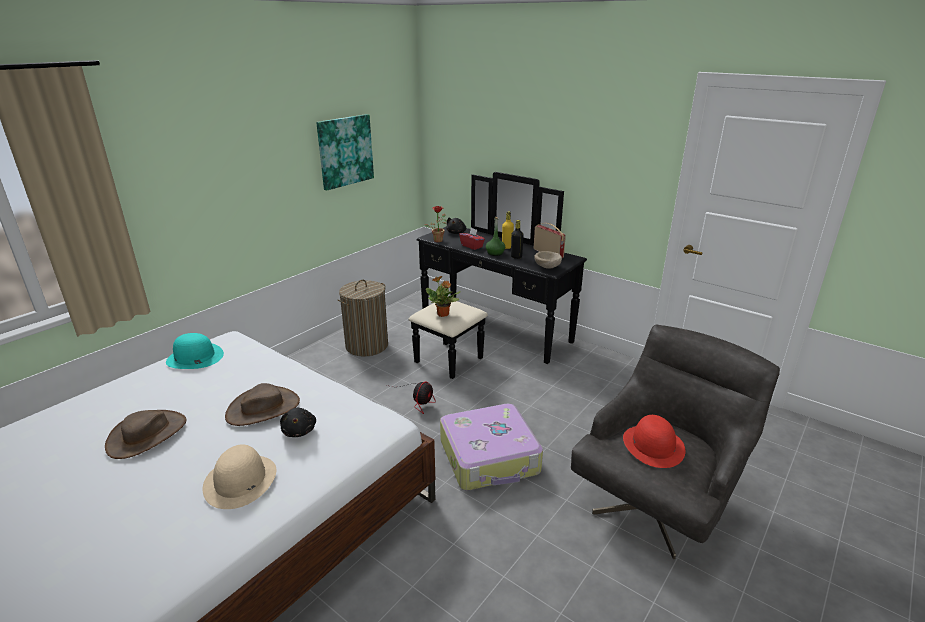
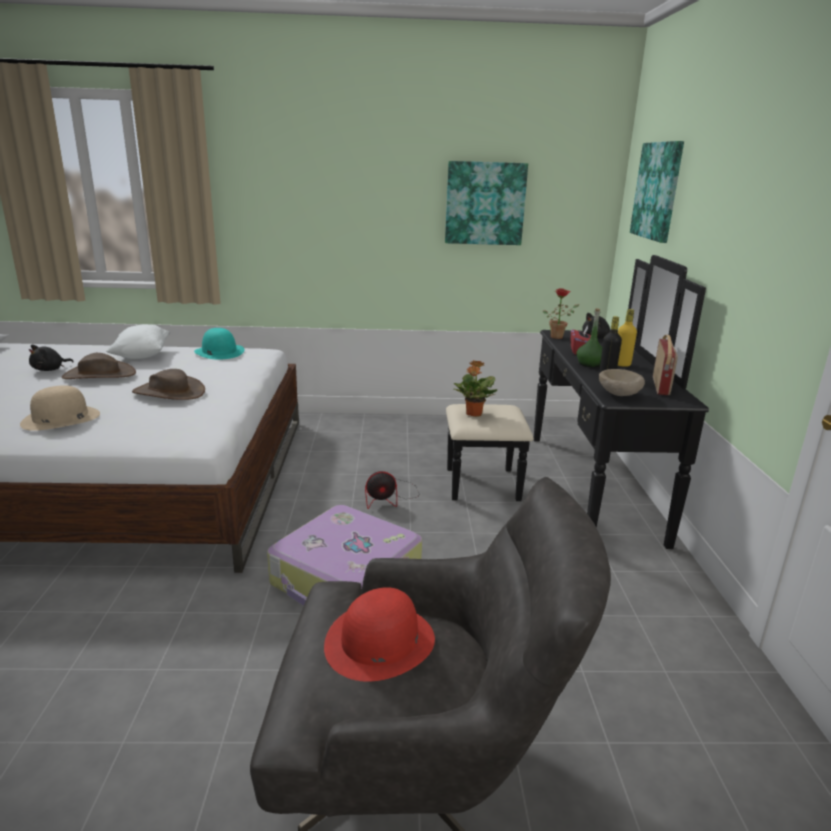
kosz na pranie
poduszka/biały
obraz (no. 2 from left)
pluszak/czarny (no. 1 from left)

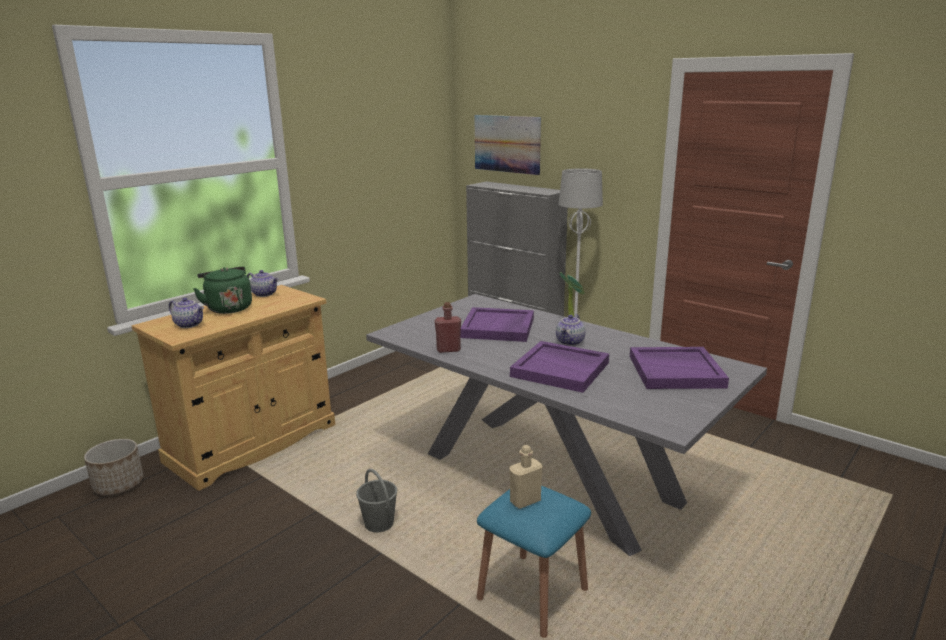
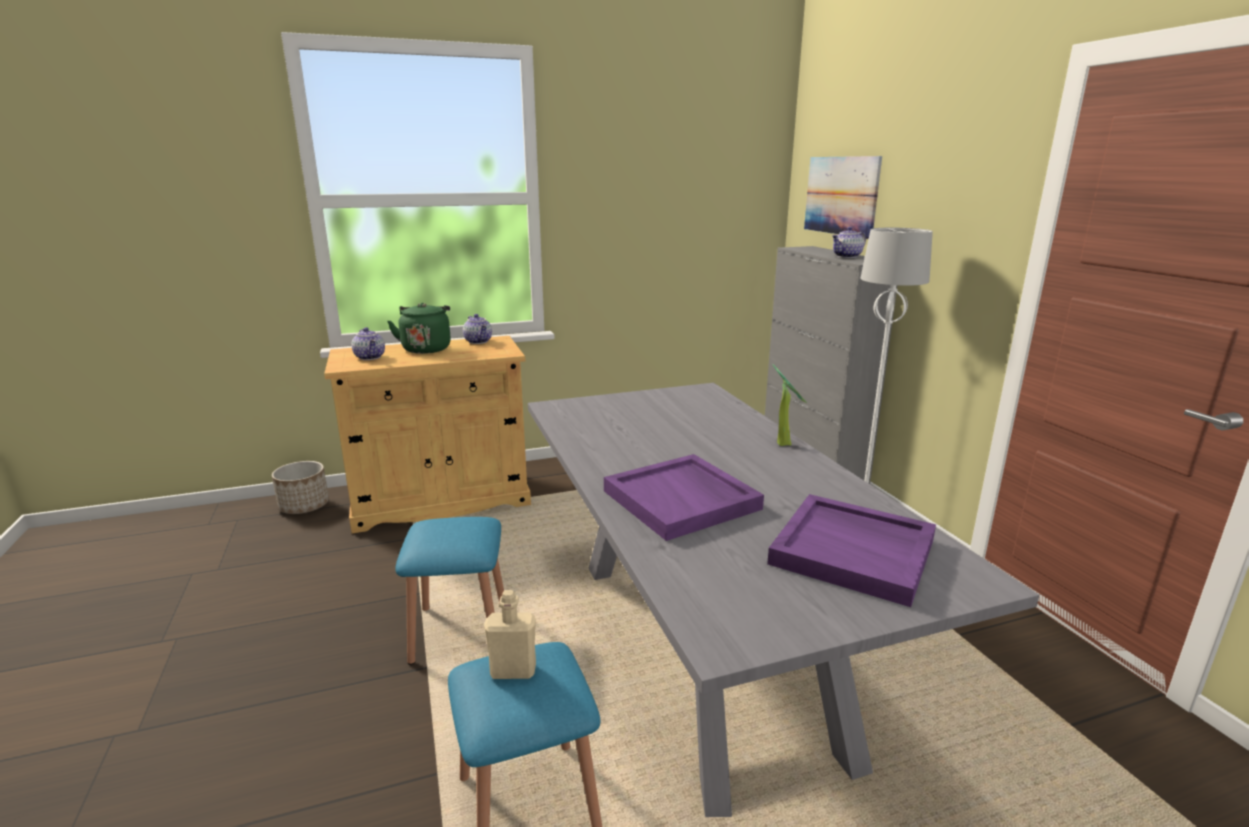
butelka/czerwony
taca/fioletowy (no. 1 from left in the first image)
imbryk (no. 3 from left)
stołek/niebieski (no. 1 from left)

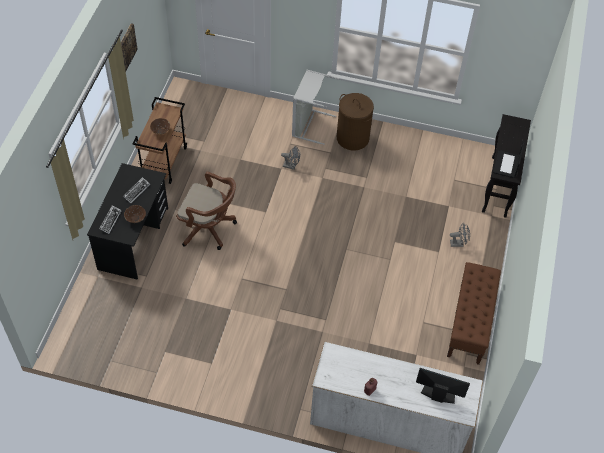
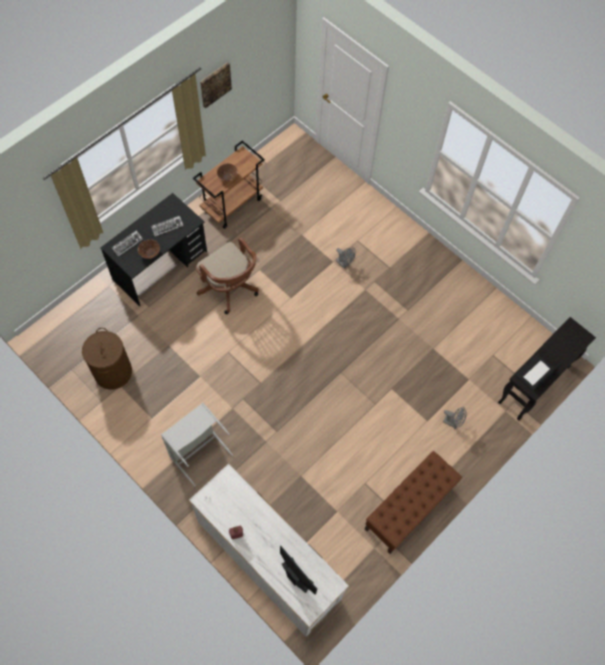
kosz na pranie/szary
kosz na pranie/brązowy

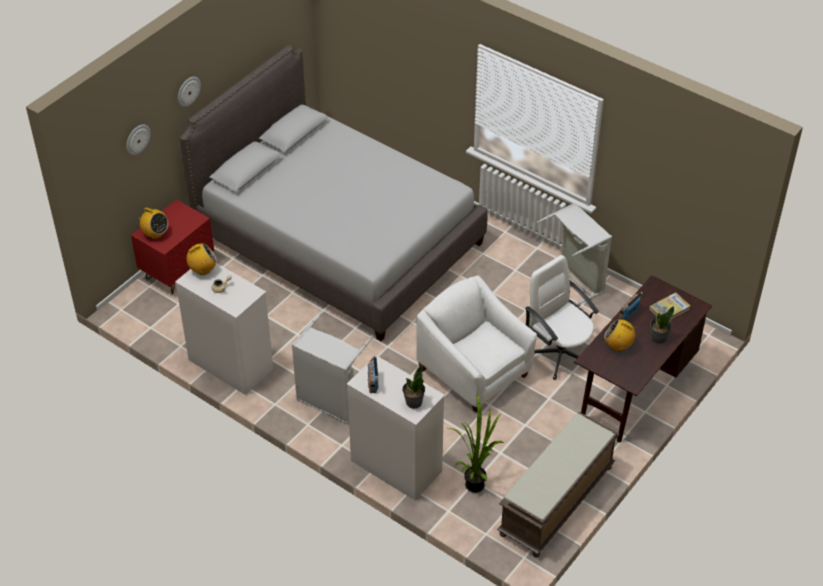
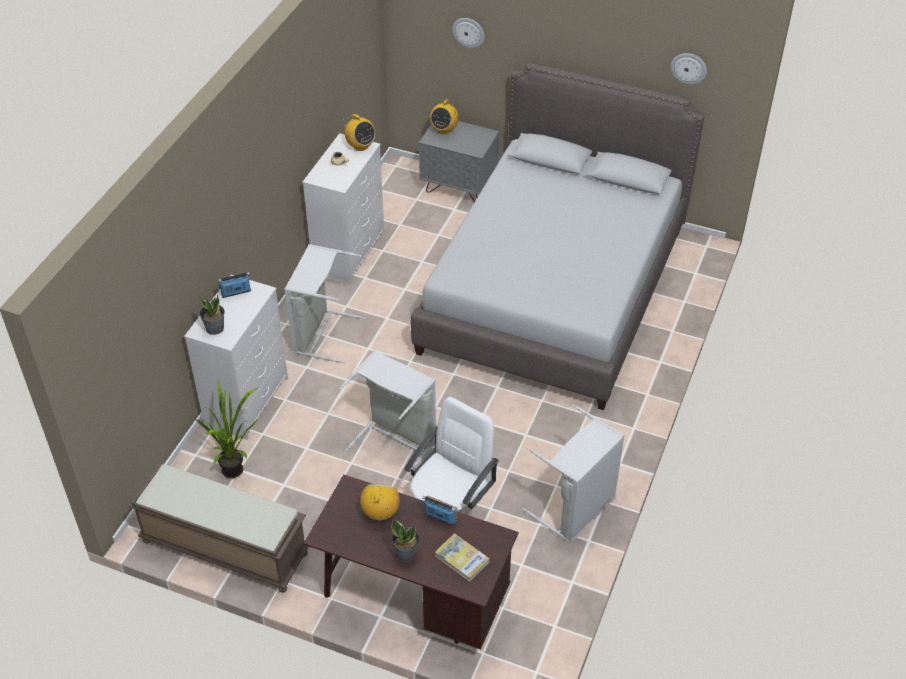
zegar ścienny (no. 2 from left)
kosz na pranie/szary (no. 2 from left)
szafka nocna/szary

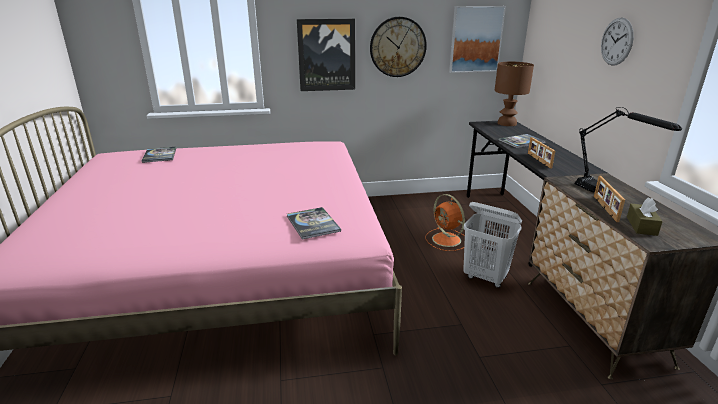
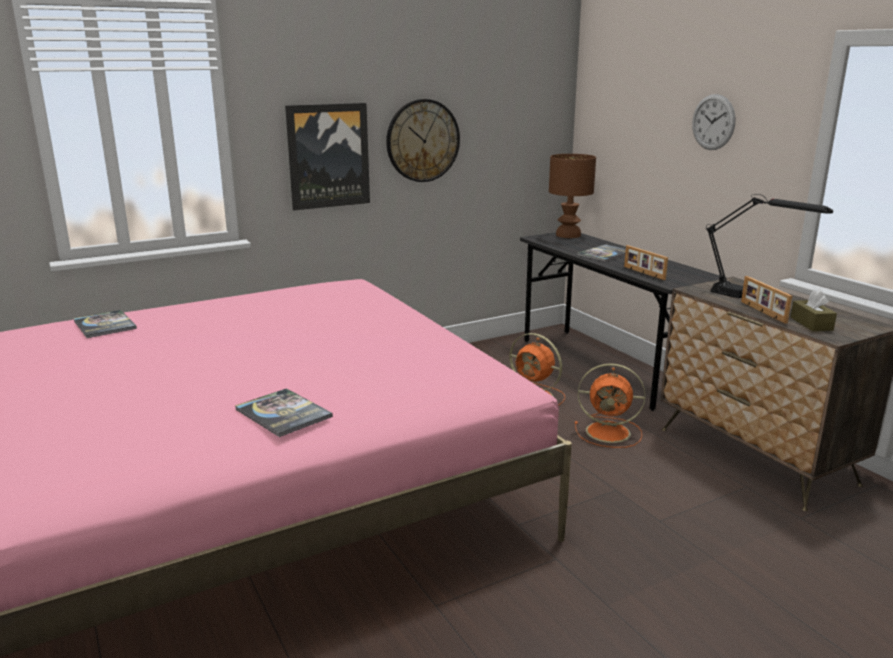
obraz (no. 2 from left in the first image)
książka (no. 2 from left)
wentylator/pomarańczowy (no. 2 from left)

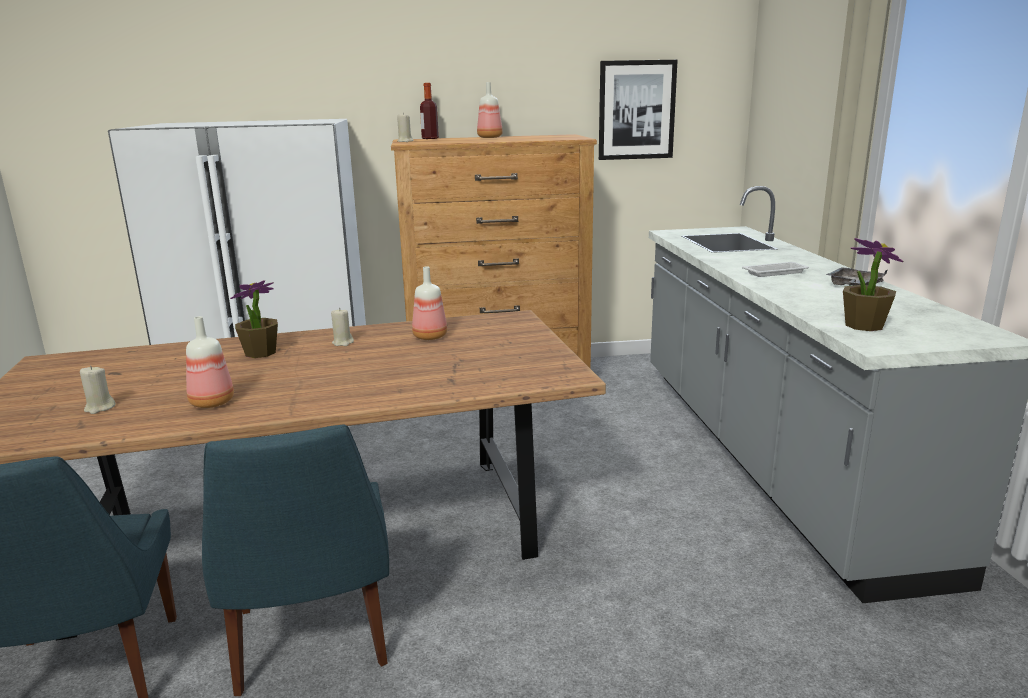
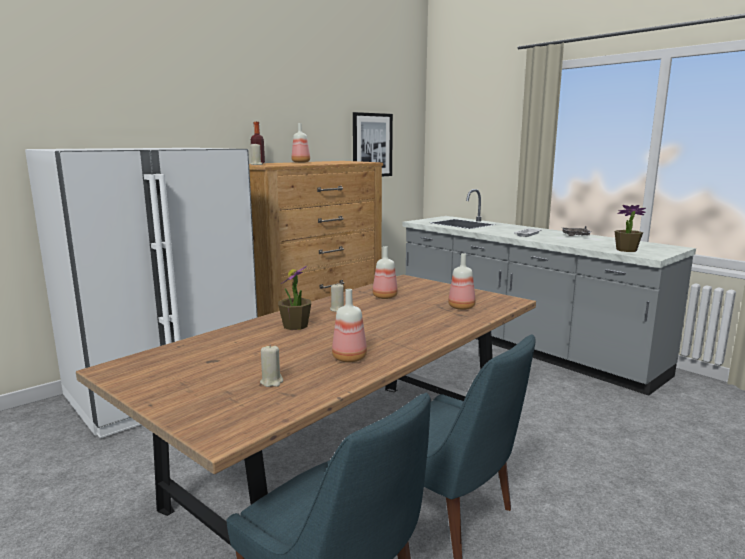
butelka (no. 5 from left)

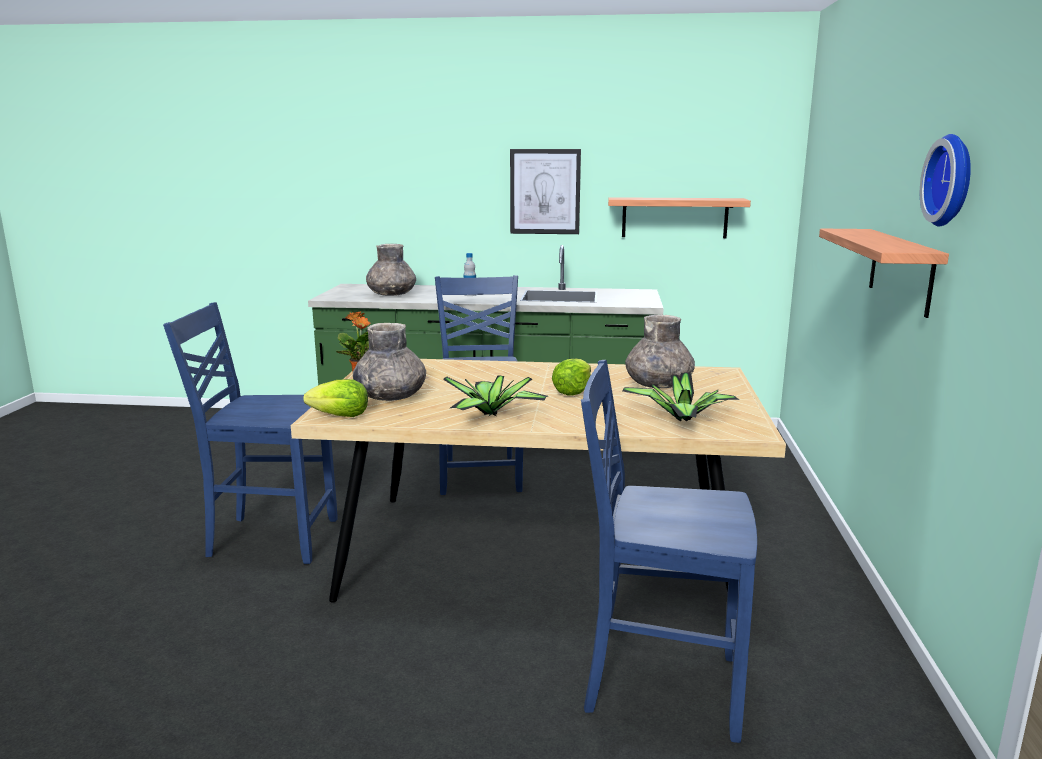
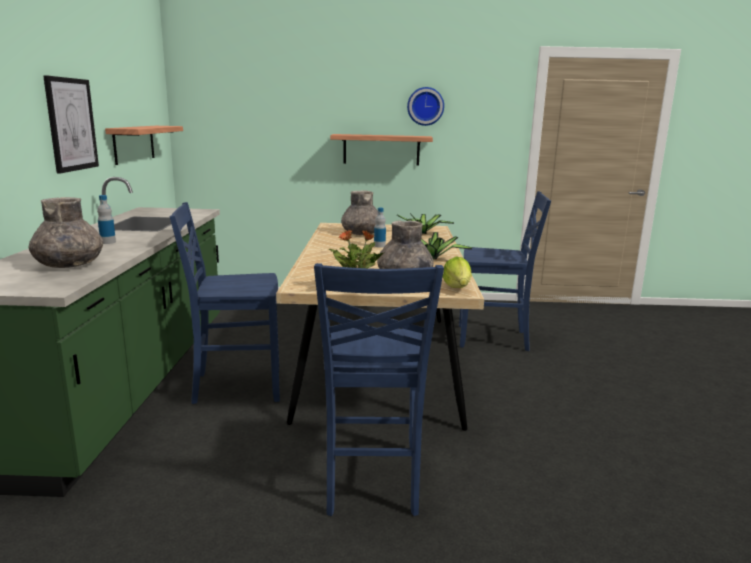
butelka (no. 2 from left)
krzesło/niebieski (no. 3 from left)

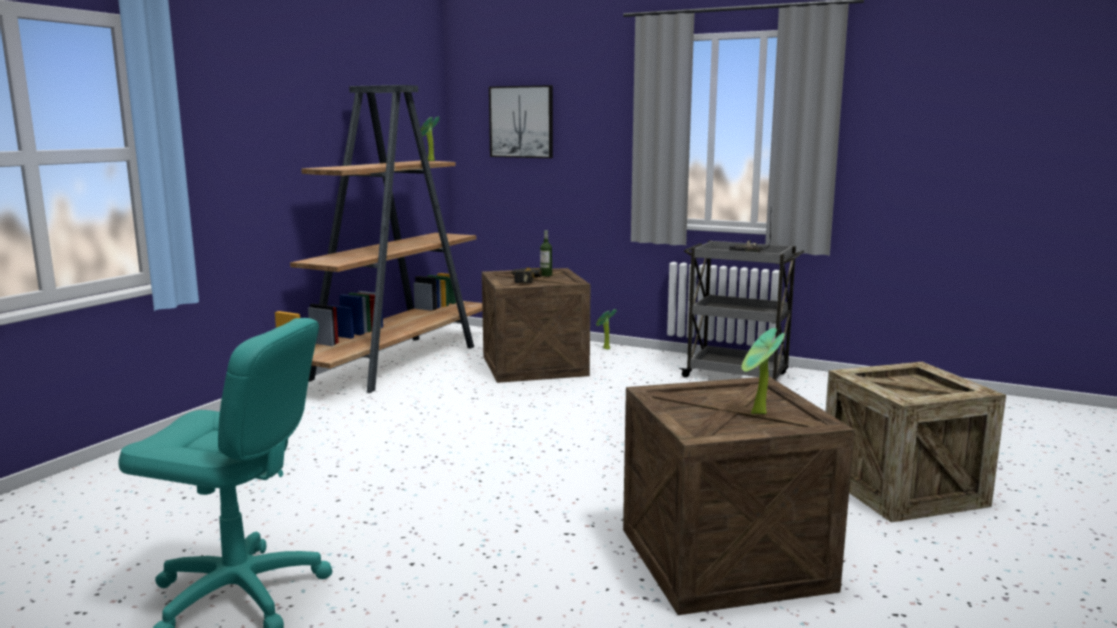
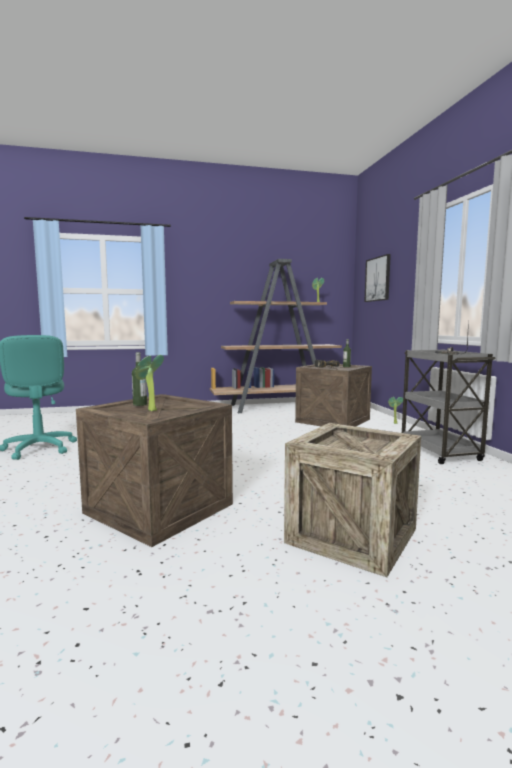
butelka (no. 1 from left)

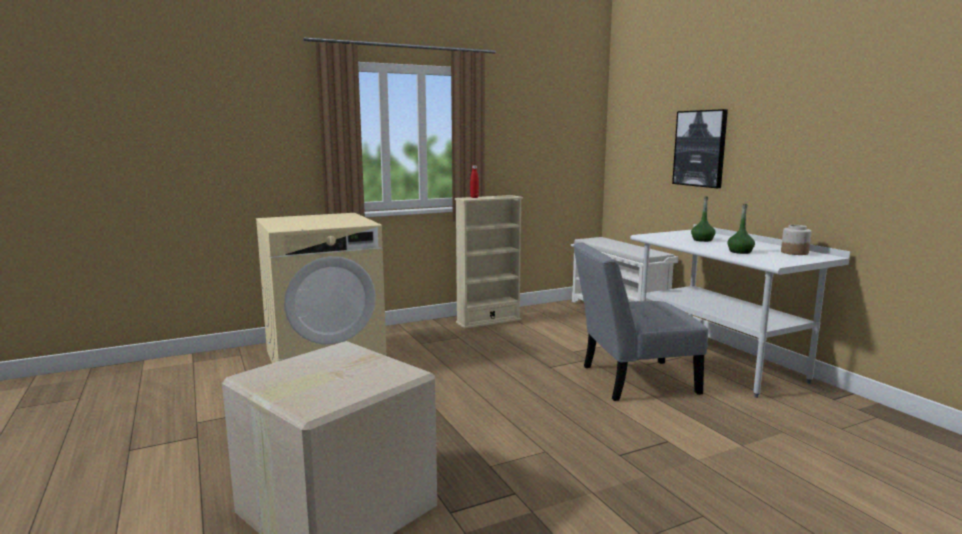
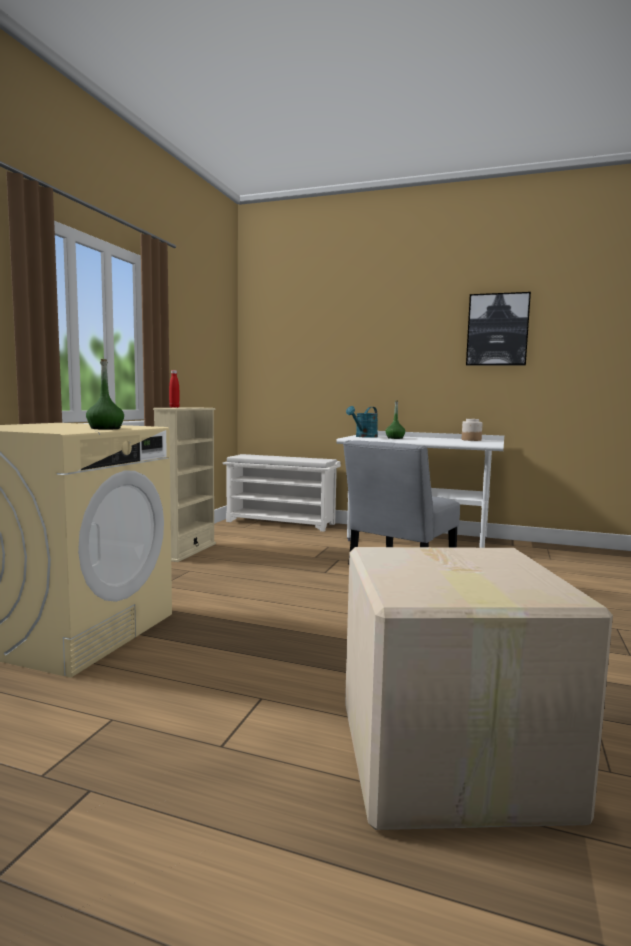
konewka/turkusowy
obraz
butelka/zielony (no. 1 from left)

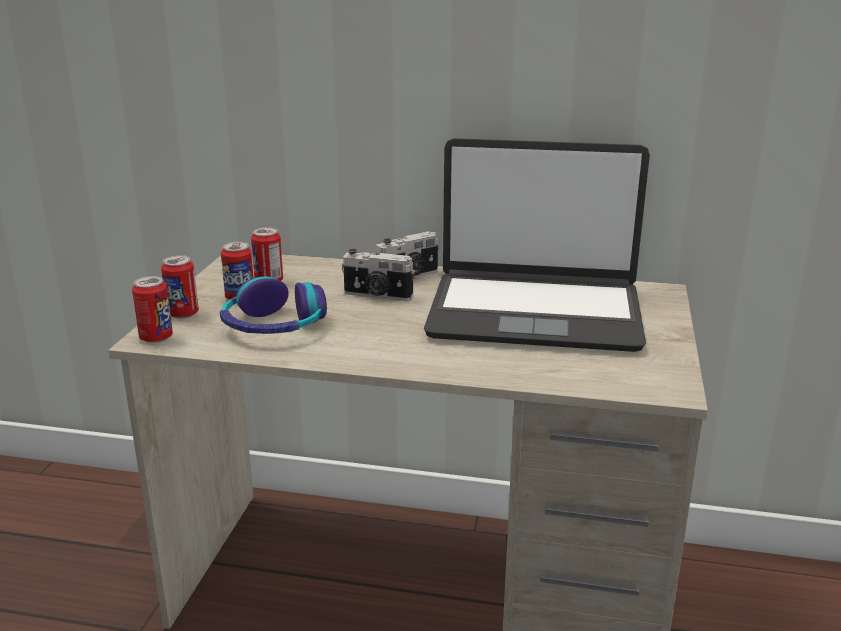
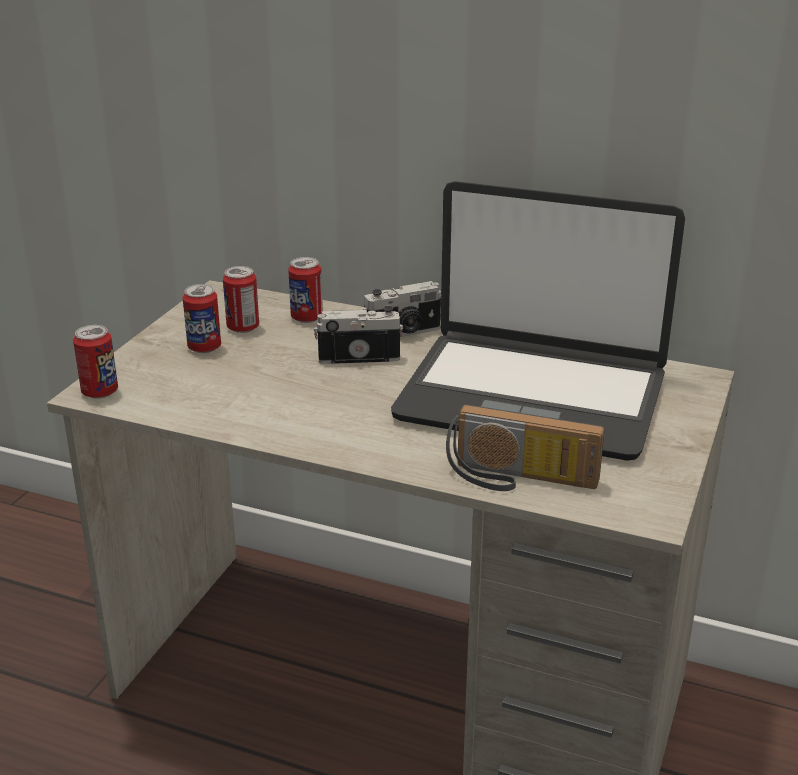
słuchawki
radio
puszka (no. 4 from left)
aparat fotograficzny (no. 1 from left)

